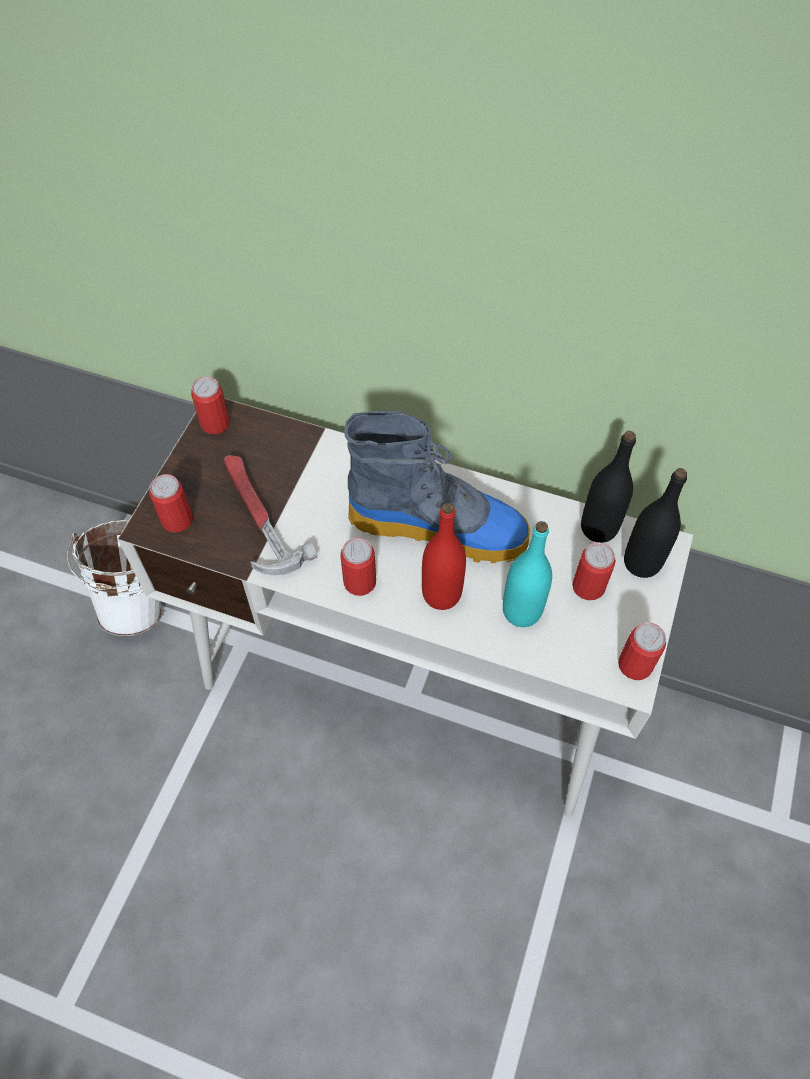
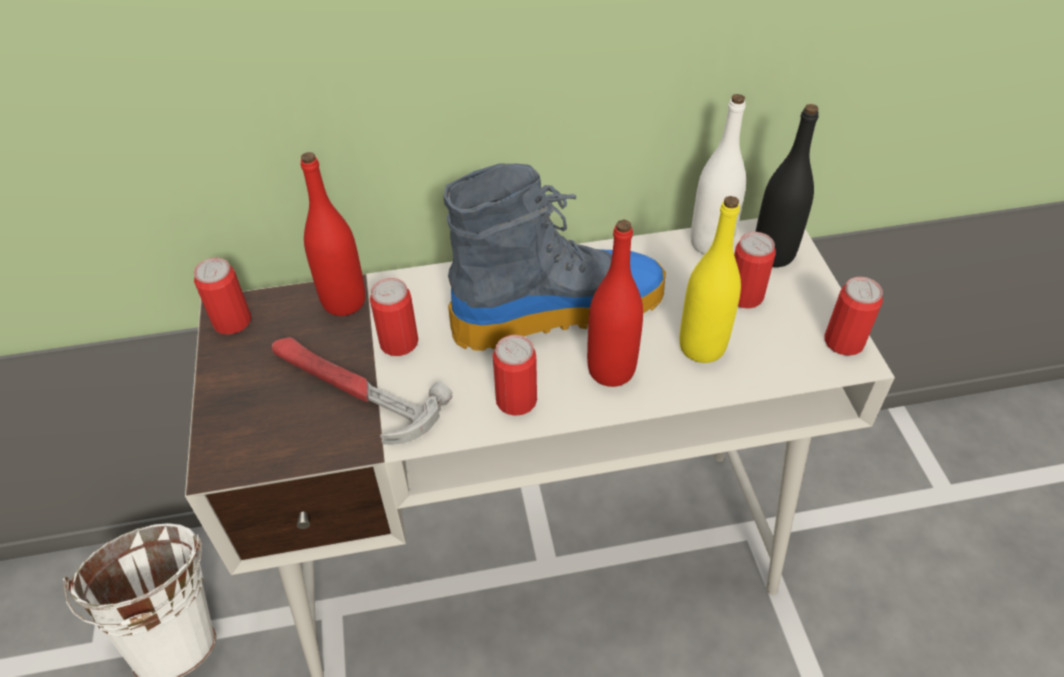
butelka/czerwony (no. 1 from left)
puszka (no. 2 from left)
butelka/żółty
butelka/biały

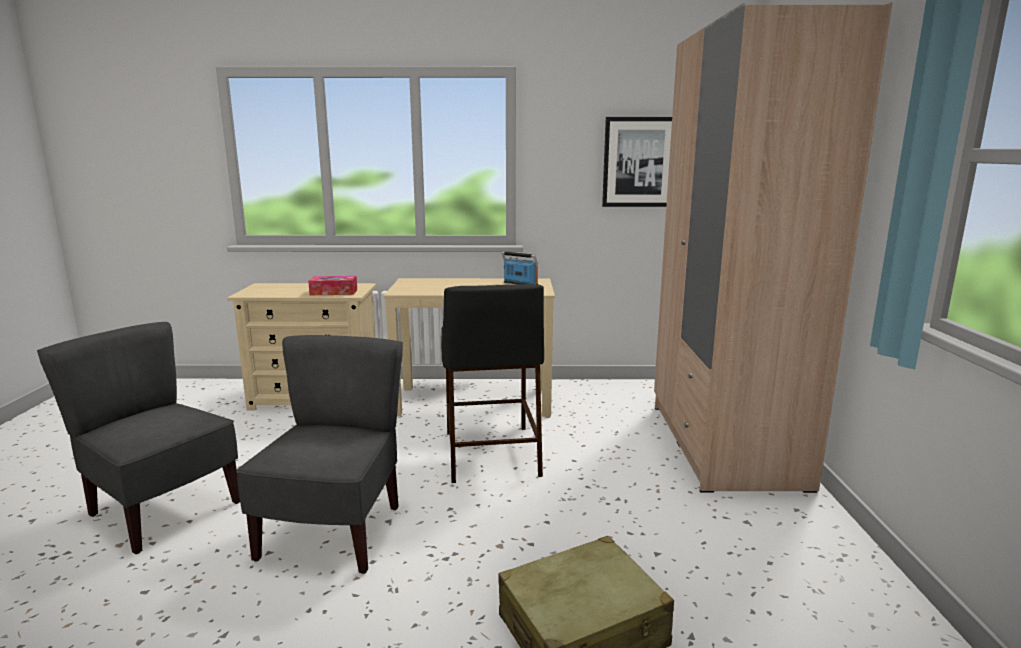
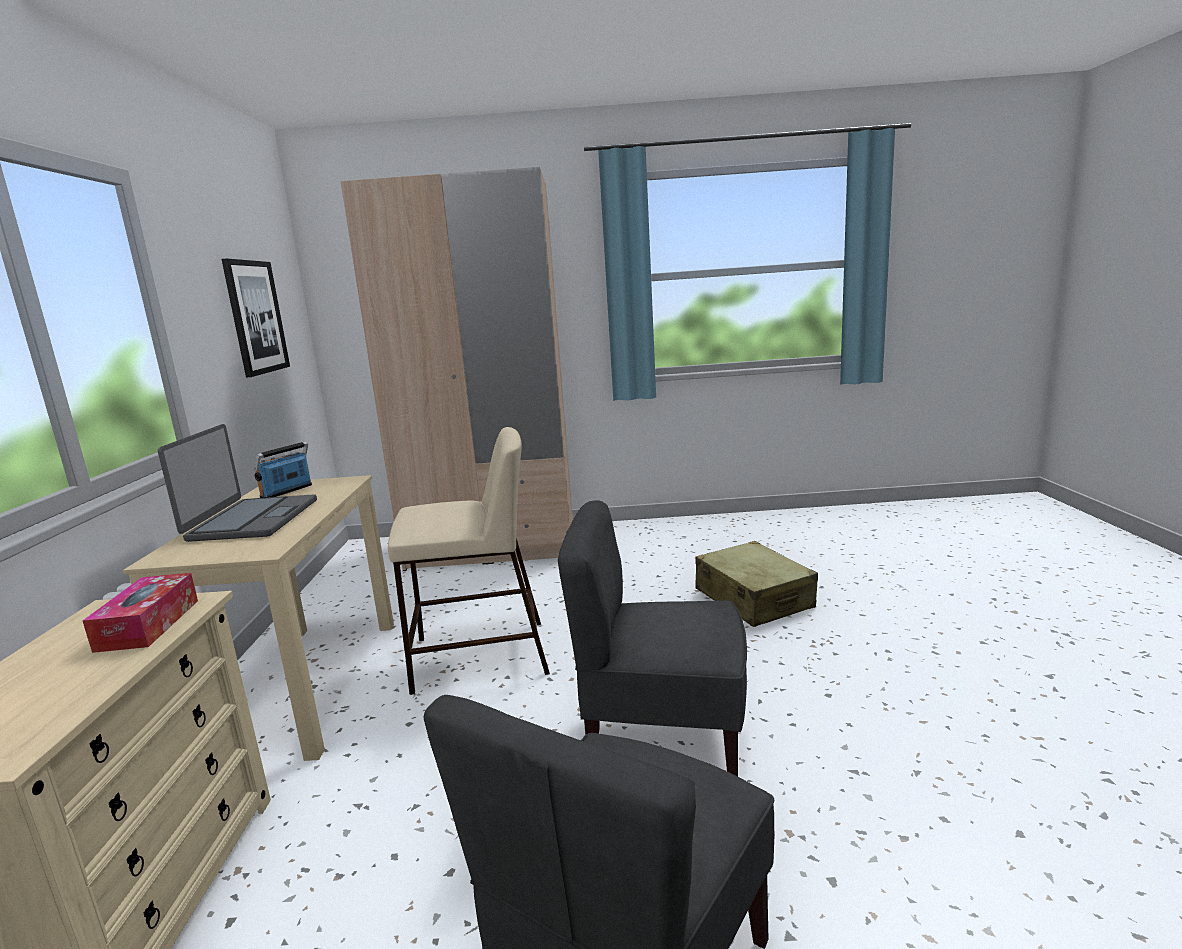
laptop
stołek/beżowy

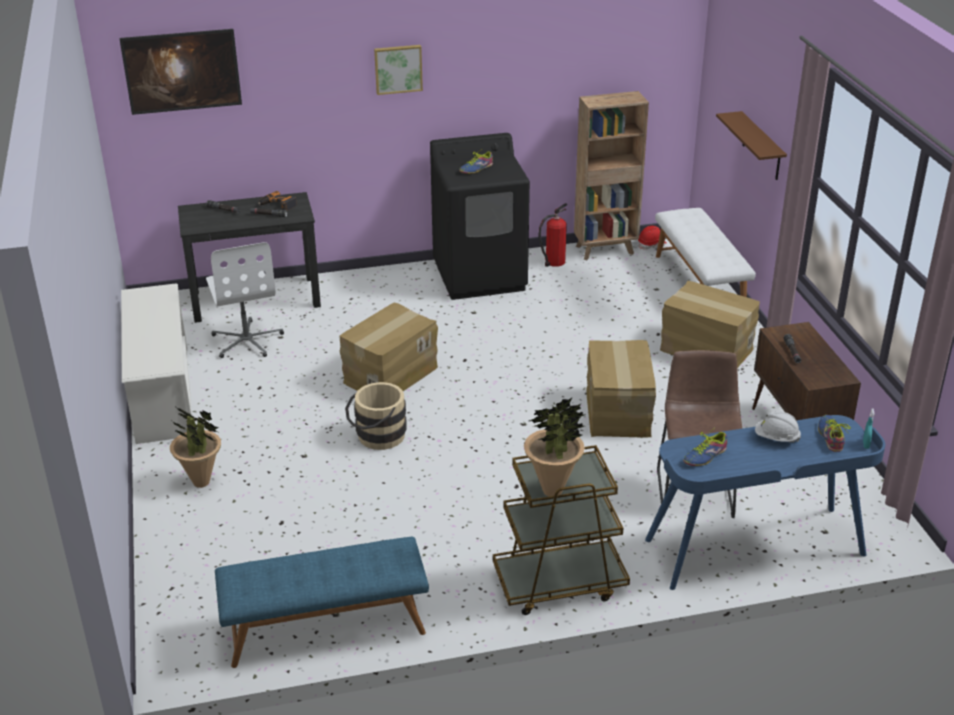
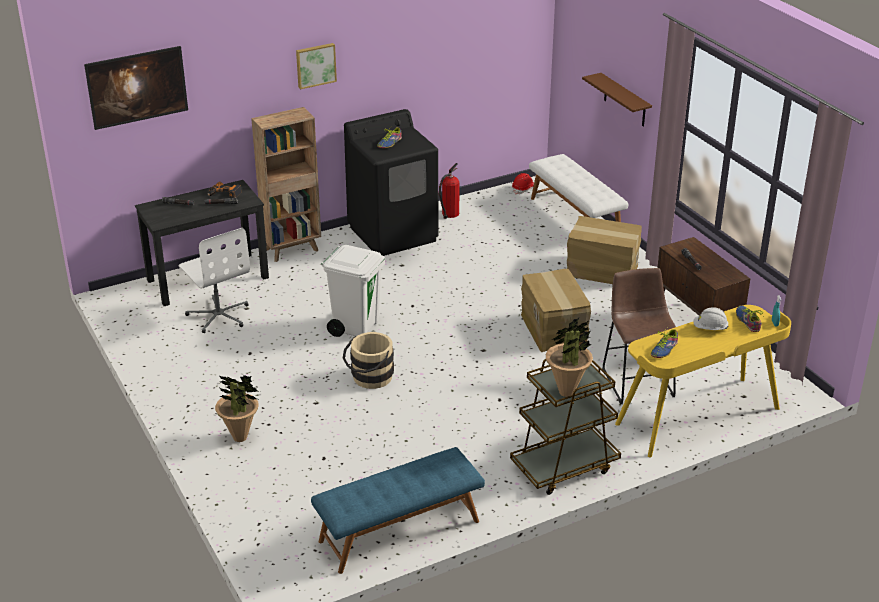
regał na buty/biały
regał/brązowy
kosz na śmieci/biały
biurko/żółty

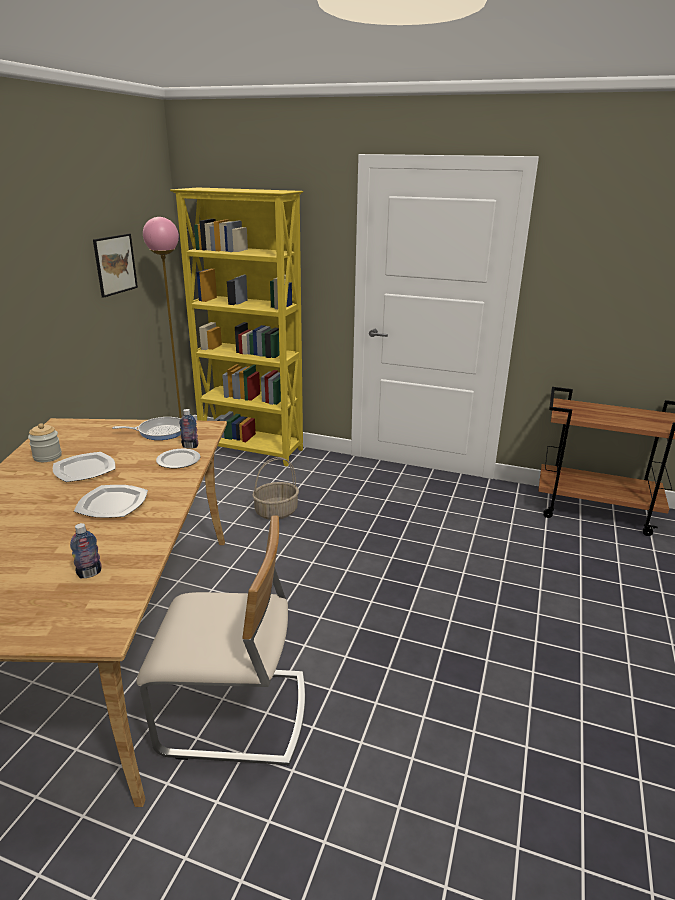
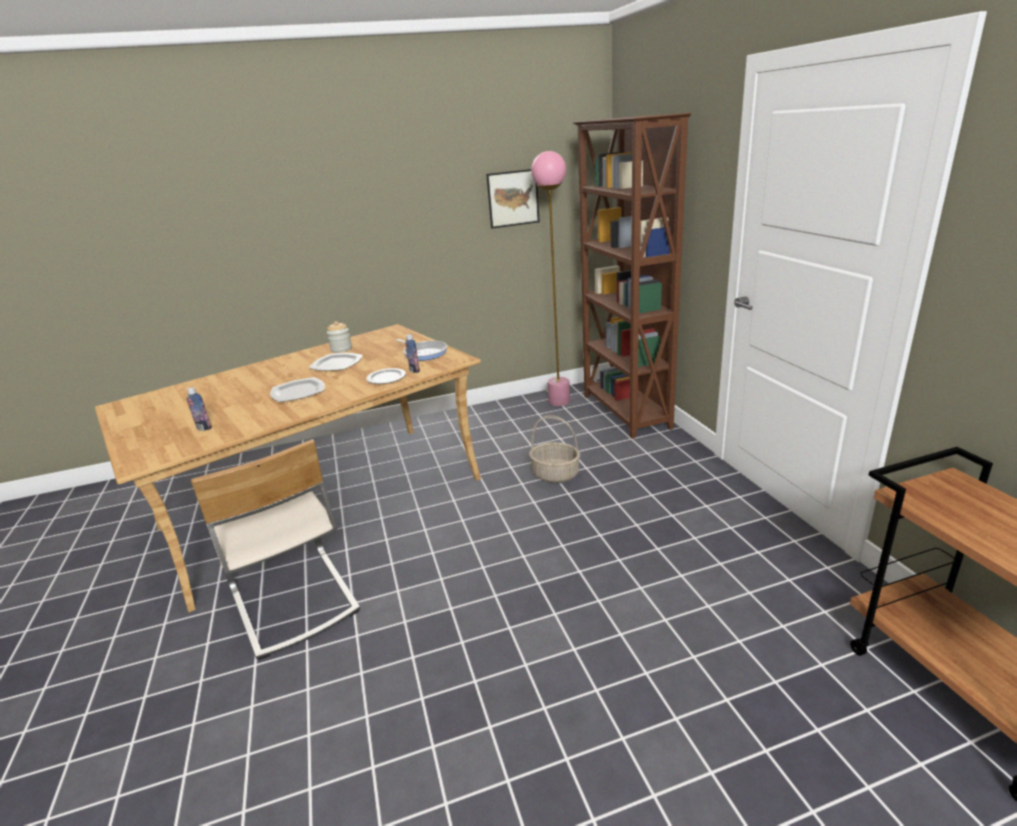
regał/brązowy

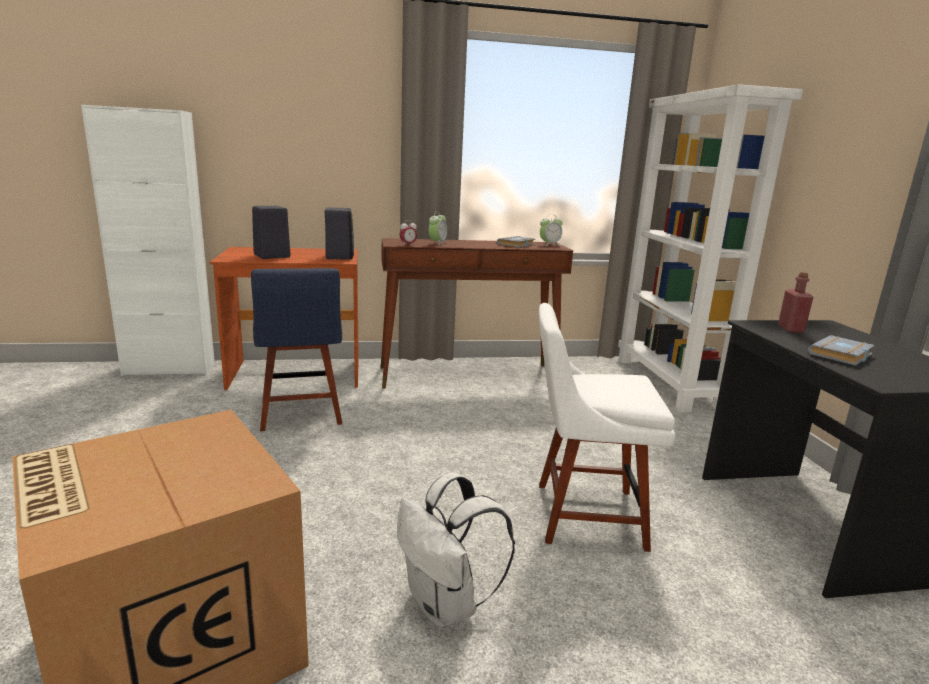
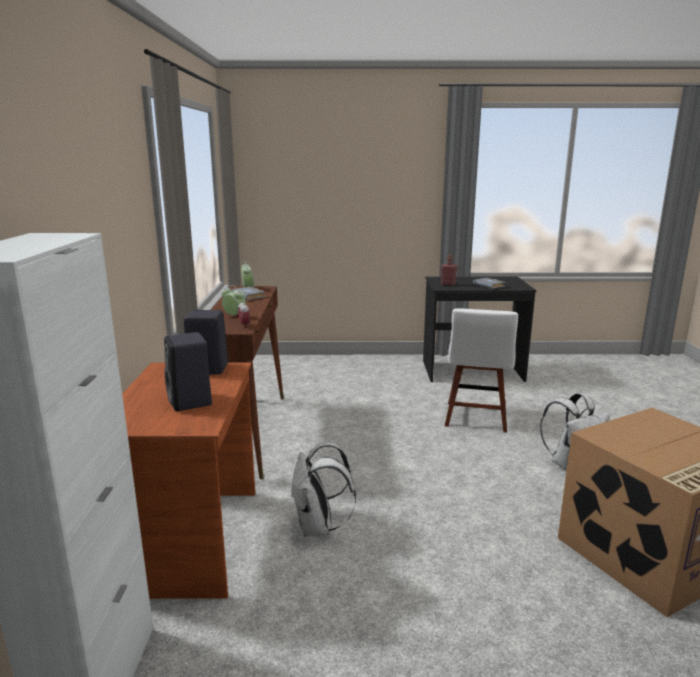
regał/biały
plecak/biały (no. 1 from left)

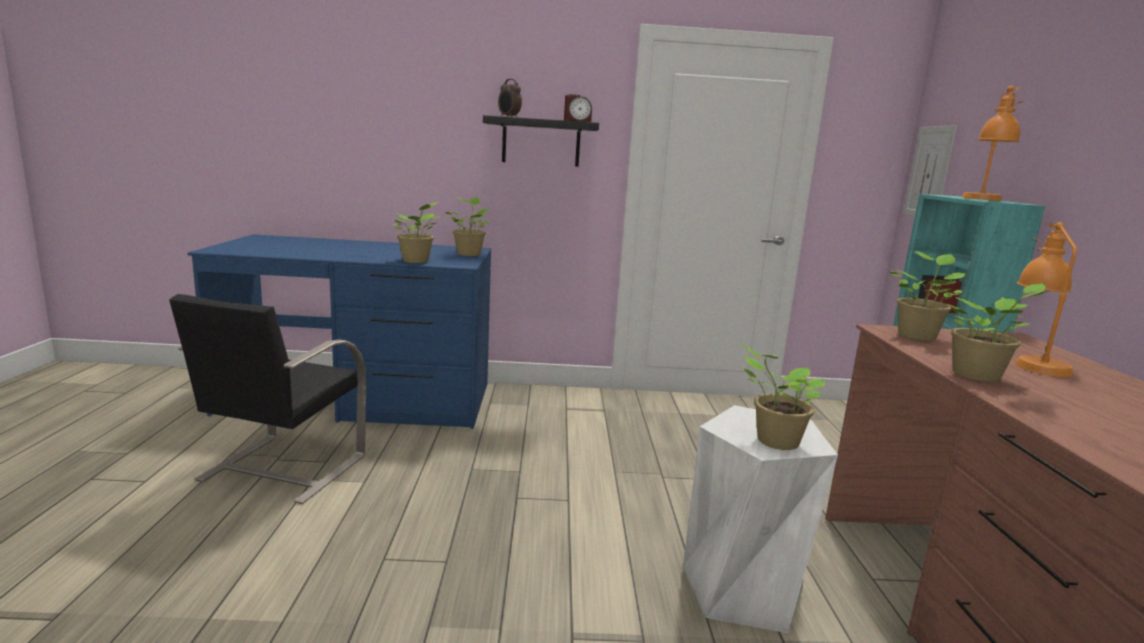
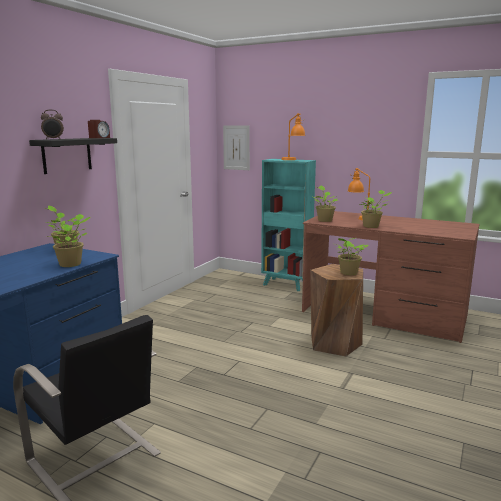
stołek/brązowy

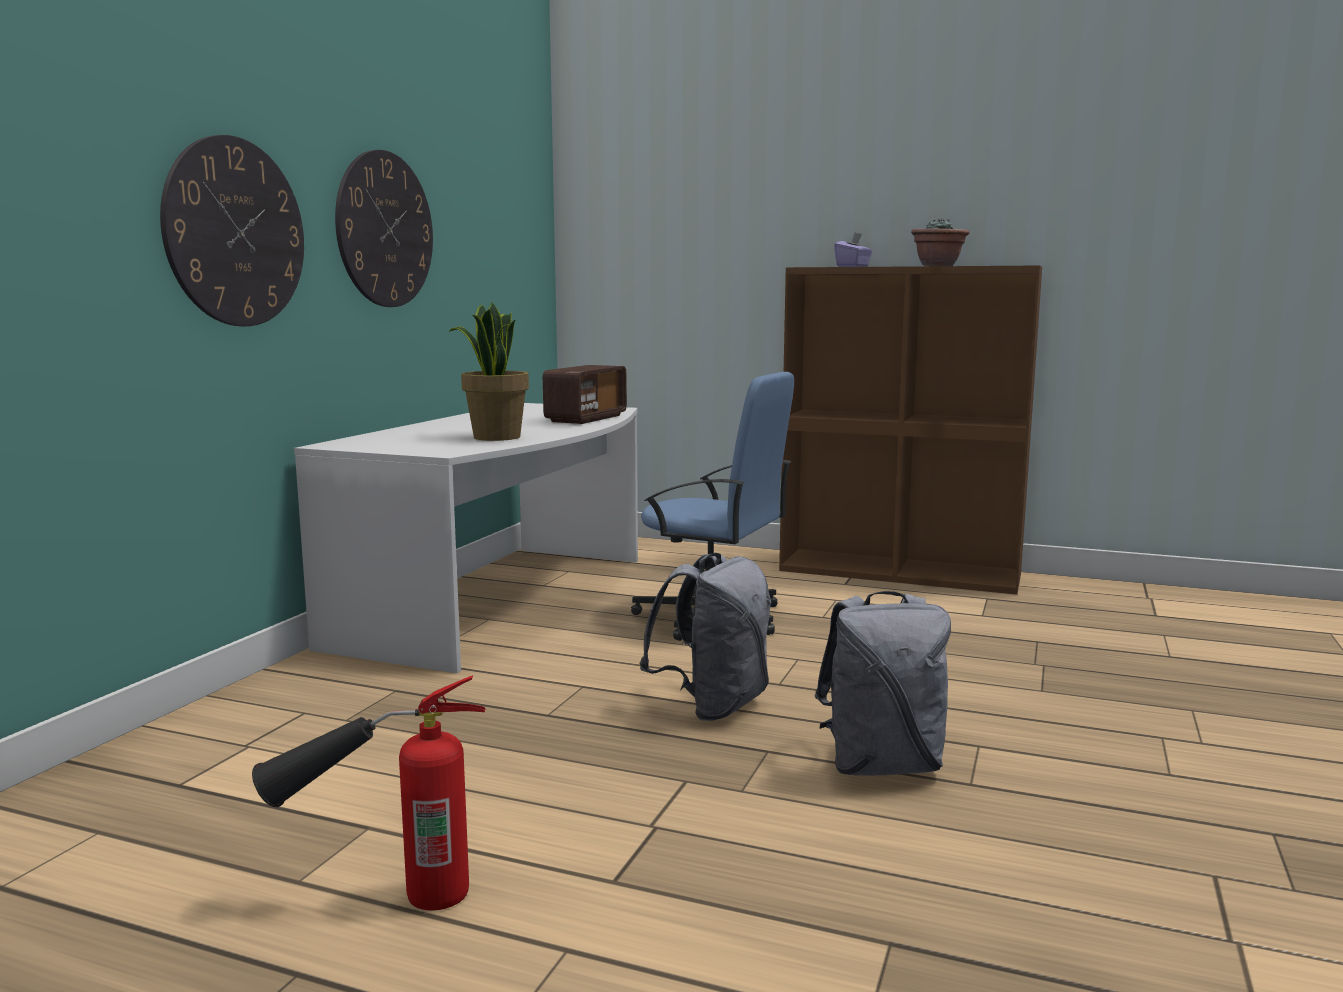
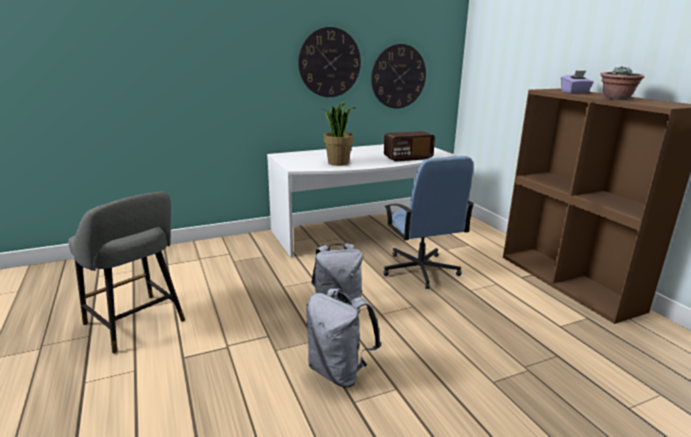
zegar ścienny (no. 2 from left)
stołek/szary

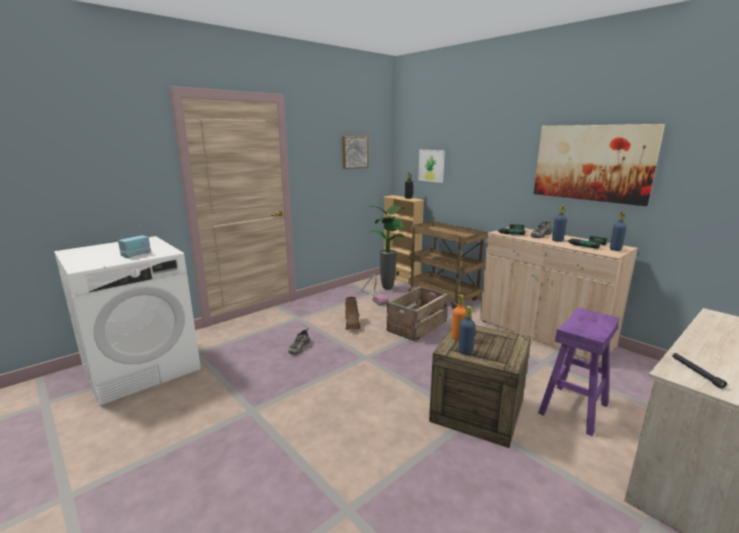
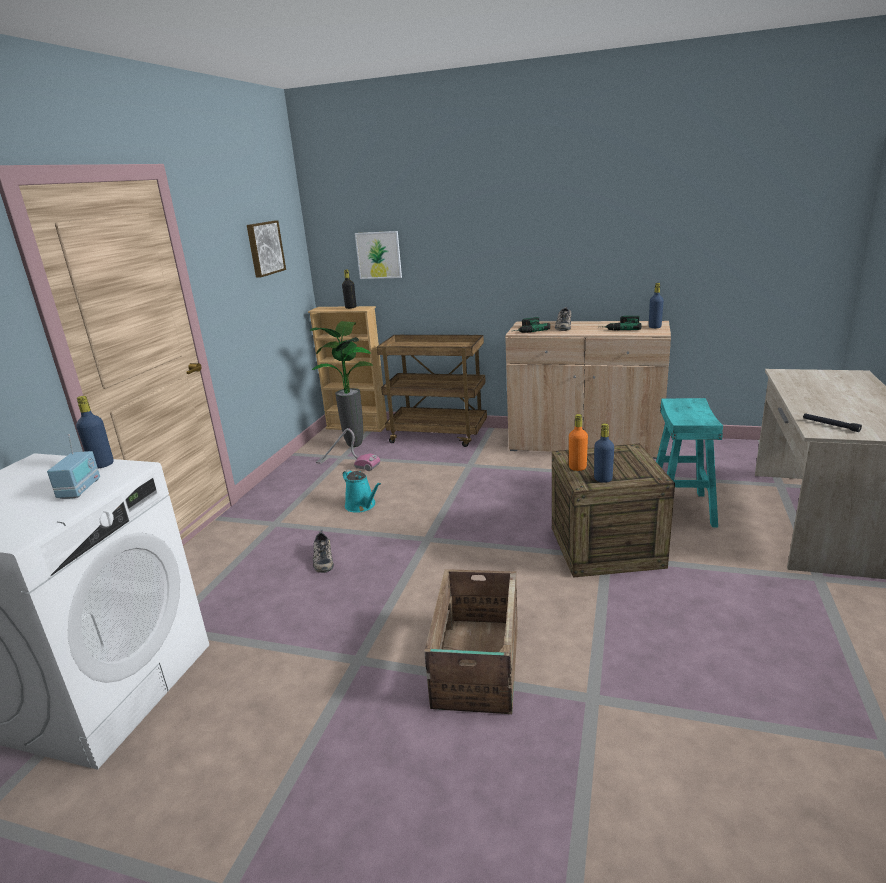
obraz (no. 3 from left in the first image)
skrzynka (no. 1 from left)
butelka/niebieski (no. 1 from left)
konewka/turkusowy
stołek/turkusowy

